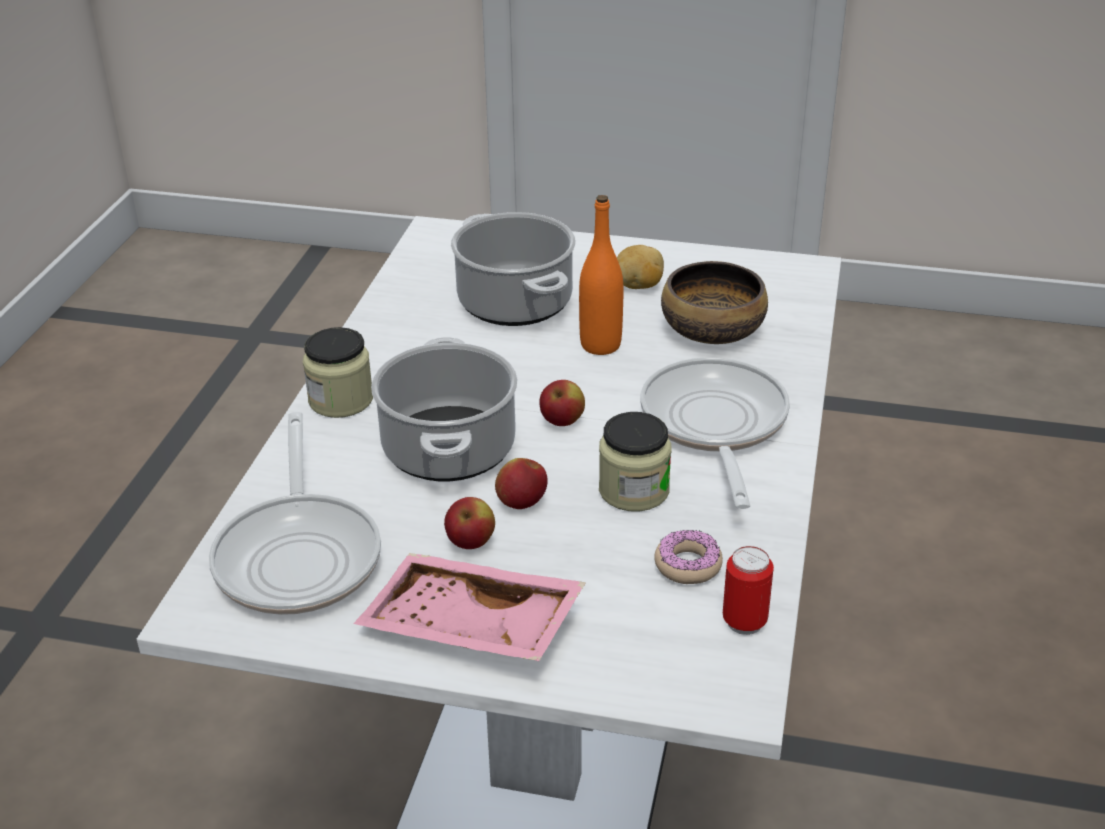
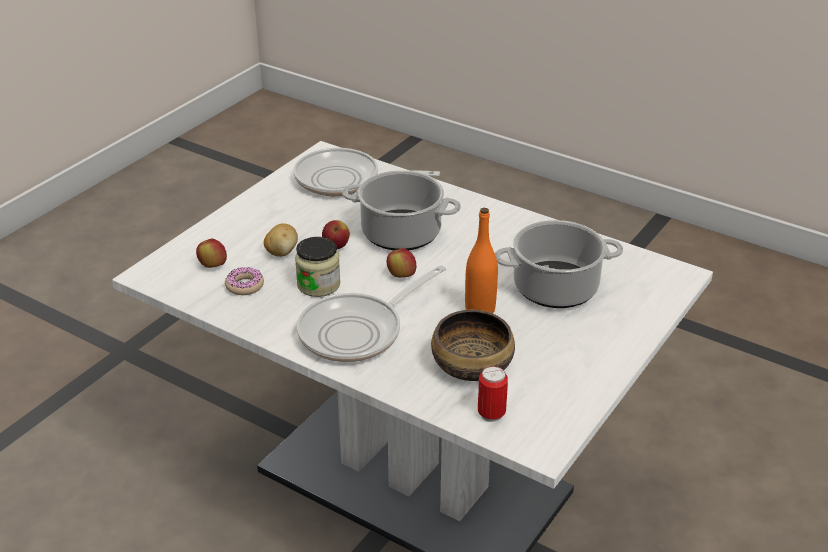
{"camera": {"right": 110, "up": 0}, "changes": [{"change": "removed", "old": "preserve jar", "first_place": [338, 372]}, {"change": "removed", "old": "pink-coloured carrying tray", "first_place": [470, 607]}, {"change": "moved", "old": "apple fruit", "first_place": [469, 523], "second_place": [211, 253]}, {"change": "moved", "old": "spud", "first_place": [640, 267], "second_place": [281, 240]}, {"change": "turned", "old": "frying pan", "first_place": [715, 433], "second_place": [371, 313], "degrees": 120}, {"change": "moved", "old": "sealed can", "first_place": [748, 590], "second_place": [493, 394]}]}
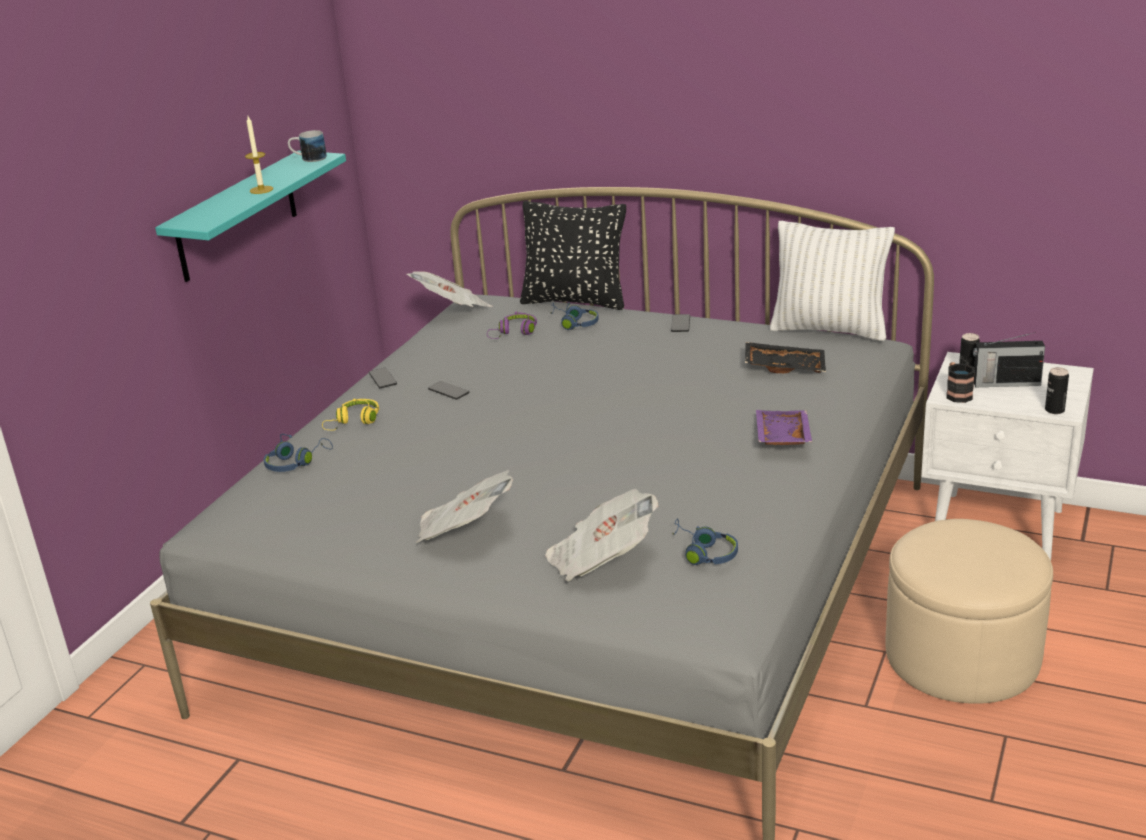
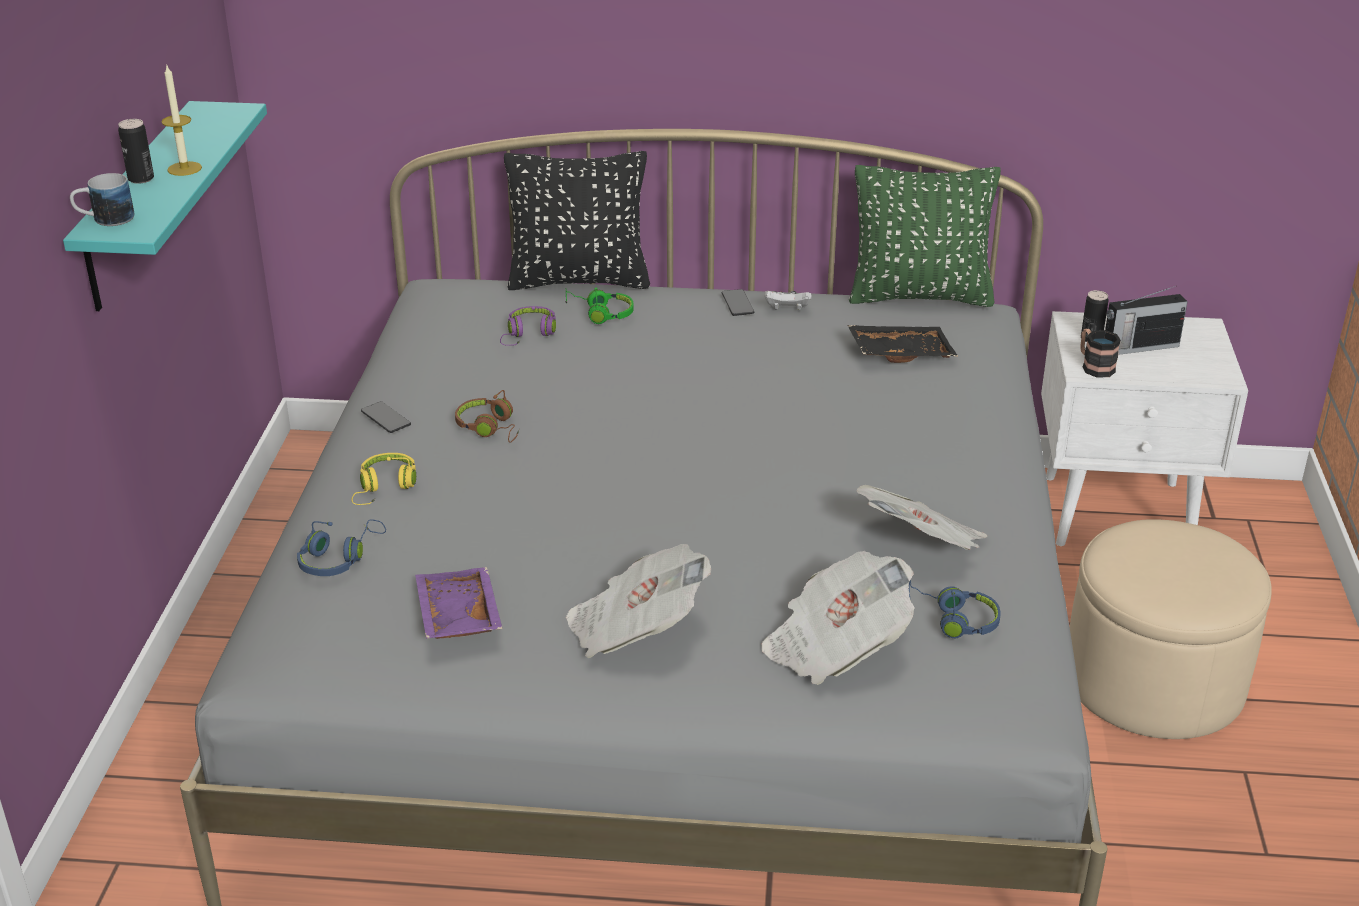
{"camera": {"right": -20, "up": 5}, "changes": [{"change": "moved", "old": "coffee mug", "first_place": [307, 146], "second_place": [102, 199]}, {"change": "moved", "old": "printed paper", "first_place": [450, 289], "second_place": [922, 517]}, {"change": "replaced", "old": "telephone", "new": "brown pair of headphones", "first_place": [449, 390], "second_place": [487, 416]}, {"change": "recoloured", "old": "blue pair of headphones", "new": "greenish pair of headphones", "first_place": [574, 316], "second_place": [600, 306]}, {"change": "moved", "old": "purple-coloured carrying tray", "first_place": [784, 427], "second_place": [459, 603]}, {"change": "recoloured", "old": "white cushion", "new": "greenish cushion", "first_place": [832, 281], "second_place": [925, 236]}, {"change": "moved", "old": "sealed can", "first_place": [1057, 390], "second_place": [136, 151]}, {"change": "added", "new": "white gamepad", "second_place": [788, 300]}]}
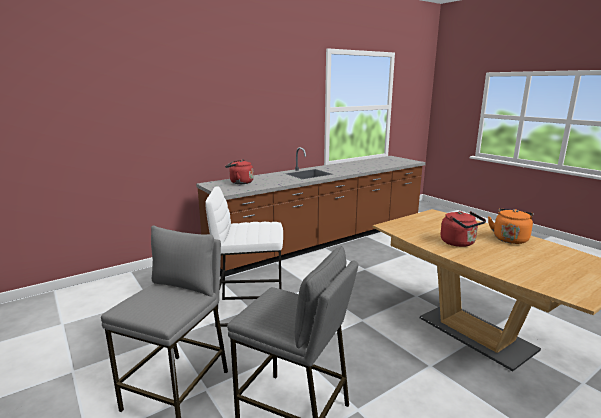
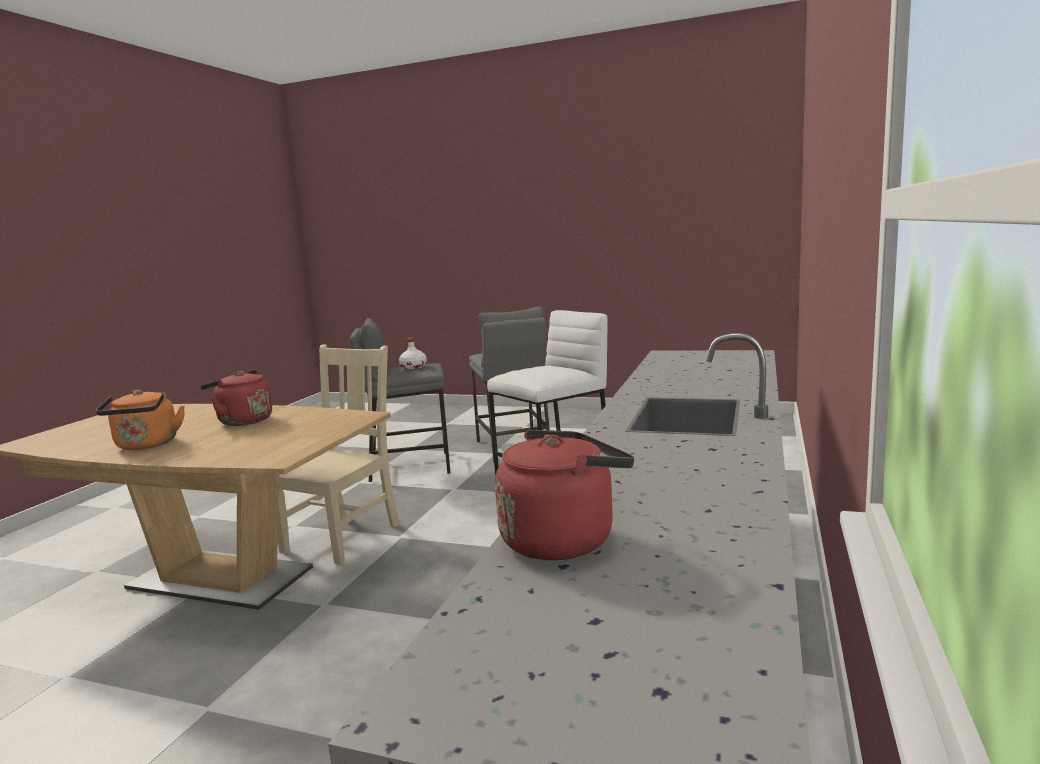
{"camera": {"right": 145, "up": -5}, "changes": [{"change": "moved", "old": "red kettle", "first_place": [239, 171], "second_place": [564, 495]}, {"change": "added", "new": "beige plain chair", "second_place": [339, 454]}, {"change": "added", "new": "white drink bottle", "second_place": [413, 353]}]}
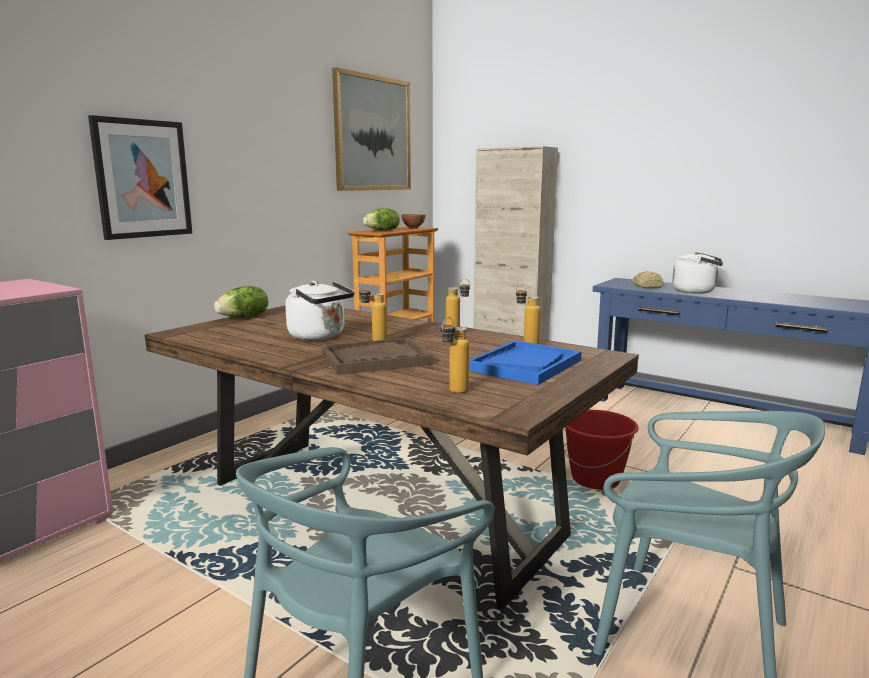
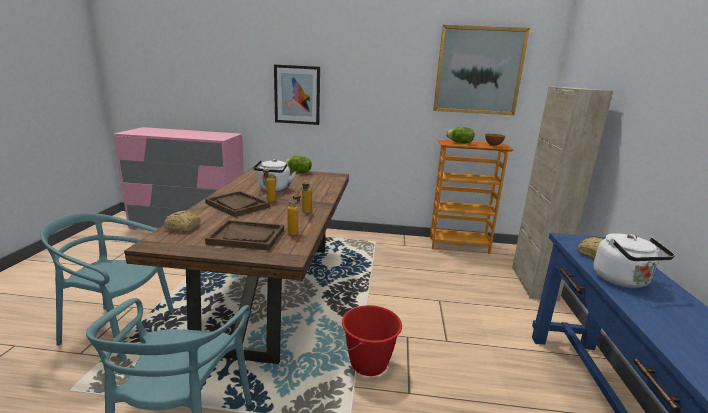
{"camera": {"right": 60, "up": 5}, "changes": [{"change": "replaced", "old": "drink bottle", "new": "bakery bread", "first_place": [455, 355], "second_place": [182, 221]}, {"change": "recoloured", "old": "blue carrying tray", "new": "brown carrying tray", "first_place": [525, 363], "second_place": [244, 235]}]}
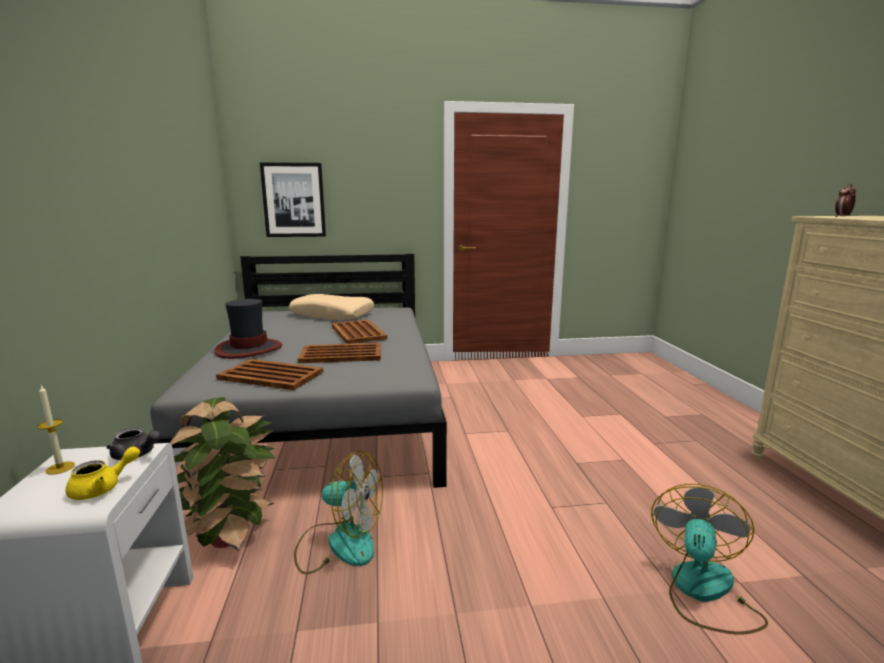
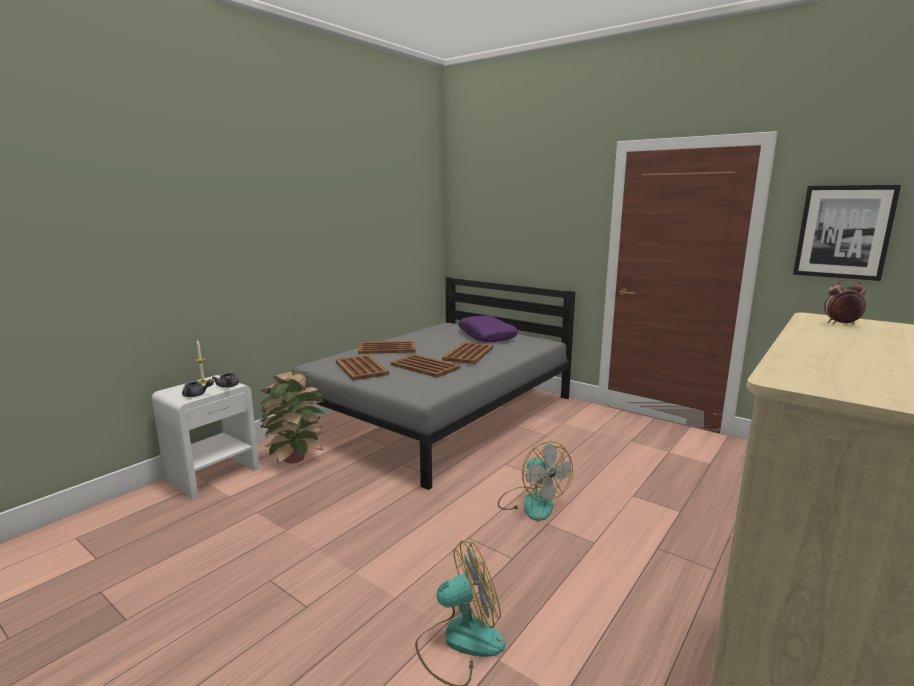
{"camera": {"right": 45, "up": 0}, "changes": [{"change": "recoloured", "old": "yellow pot for tea", "new": "gray pot for tea", "first_place": [103, 473], "second_place": [198, 388]}, {"change": "replaced", "old": "wearable hat", "new": "brown carrying tray", "first_place": [248, 329], "second_place": [387, 347]}, {"change": "moved", "old": "wall picture", "first_place": [293, 199], "second_place": [847, 233]}, {"change": "recoloured", "old": "beige cushion", "new": "purple-coloured cushion", "first_place": [331, 307], "second_place": [488, 329]}, {"change": "moved", "old": "fan", "first_place": [338, 512], "second_place": [535, 481]}]}
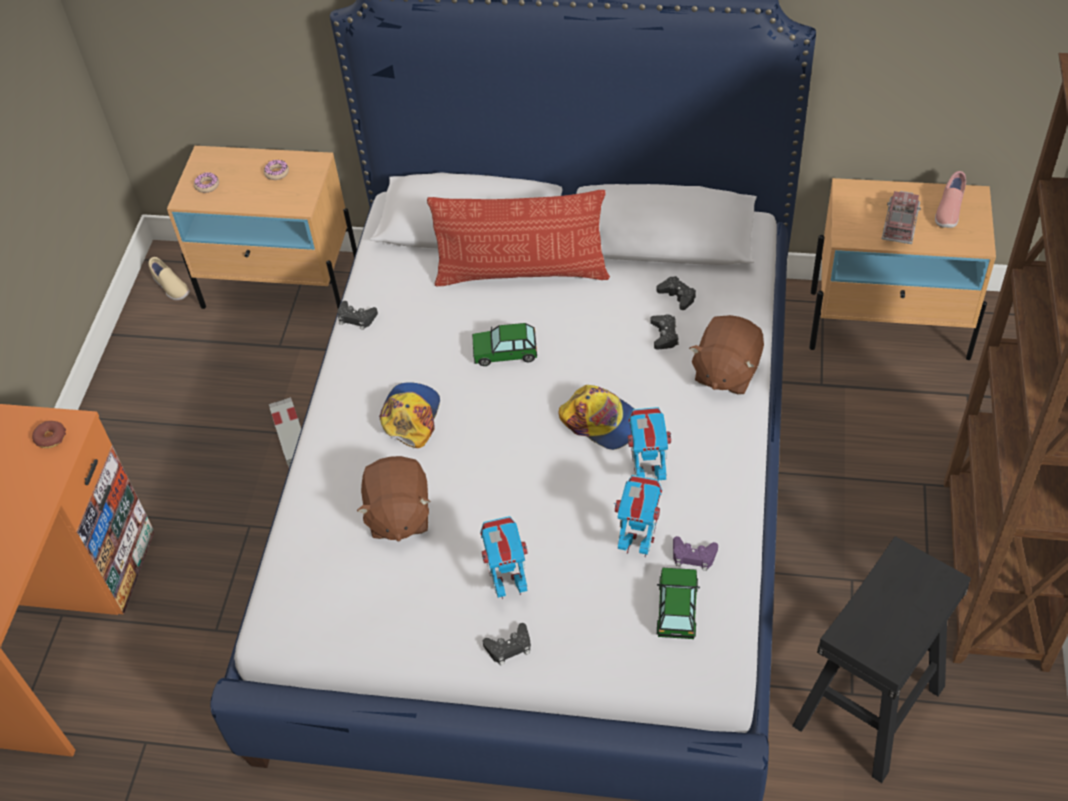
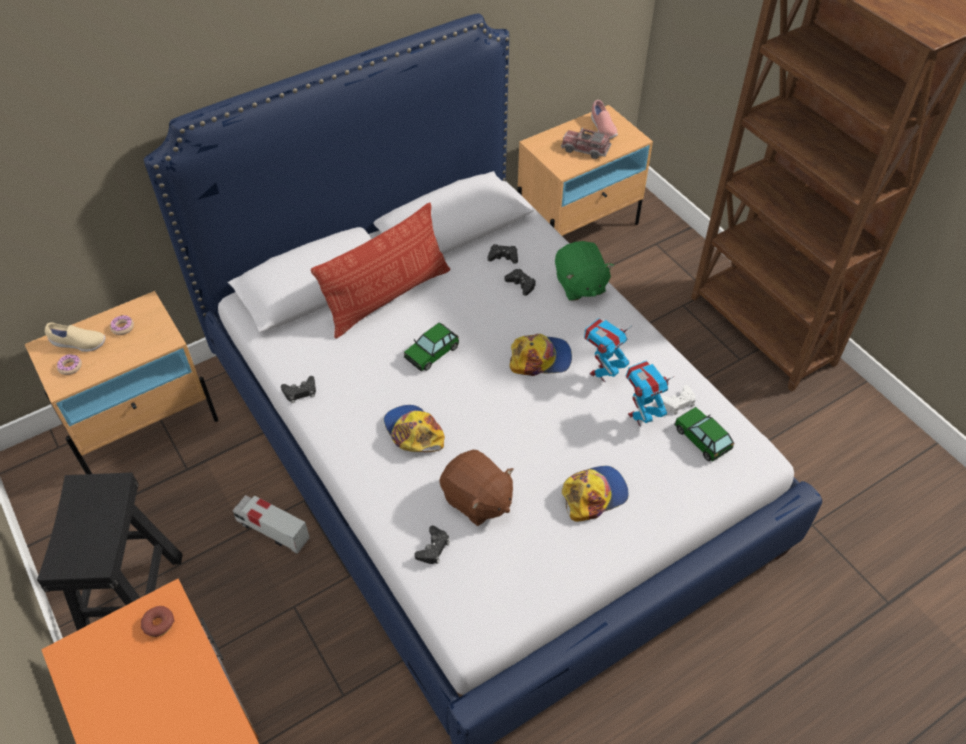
{"camera": {"right": -45, "up": 0}, "changes": [{"change": "moved", "old": "beige shoe", "first_place": [169, 278], "second_place": [75, 337]}, {"change": "replaced", "old": "model robot", "new": "baseball cap", "first_place": [504, 557], "second_place": [595, 494]}, {"change": "moved", "old": "black-coloured gamepad", "first_place": [507, 644], "second_place": [432, 545]}, {"change": "recoloured", "old": "purple-coloured gamepad", "new": "white gamepad", "first_place": [695, 553], "second_place": [678, 400]}, {"change": "recoloured", "old": "brown cuddly toy", "new": "greenish cuddly toy", "first_place": [726, 355], "second_place": [584, 271]}, {"change": "moved", "old": "black-coloured stool seat", "first_place": [881, 659], "second_place": [110, 552]}, {"change": "turned", "old": "toy truck", "first_place": [901, 217], "second_place": [586, 143], "degrees": -45}]}
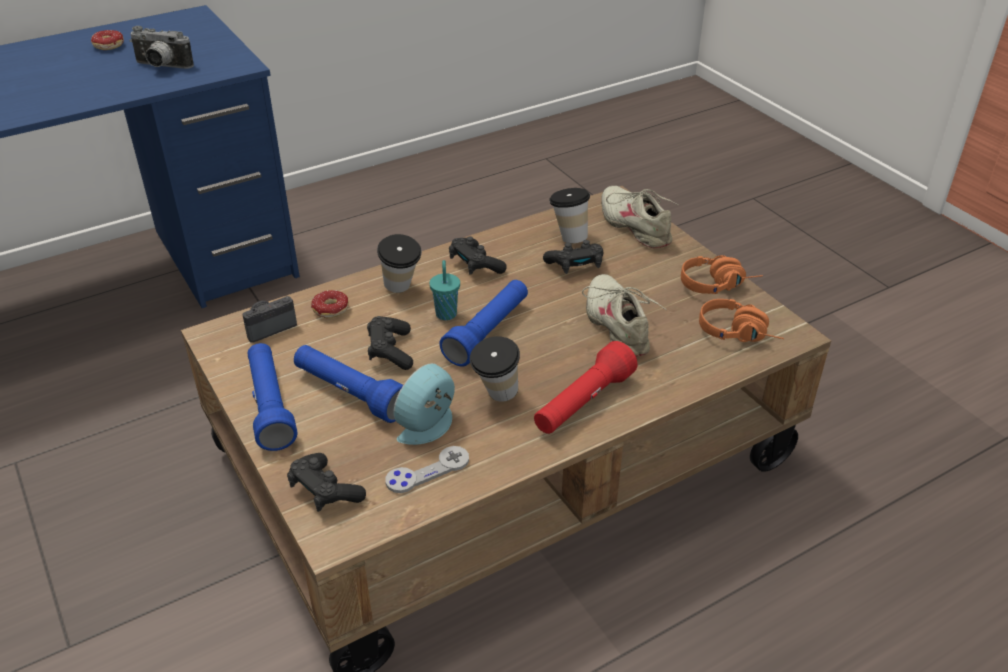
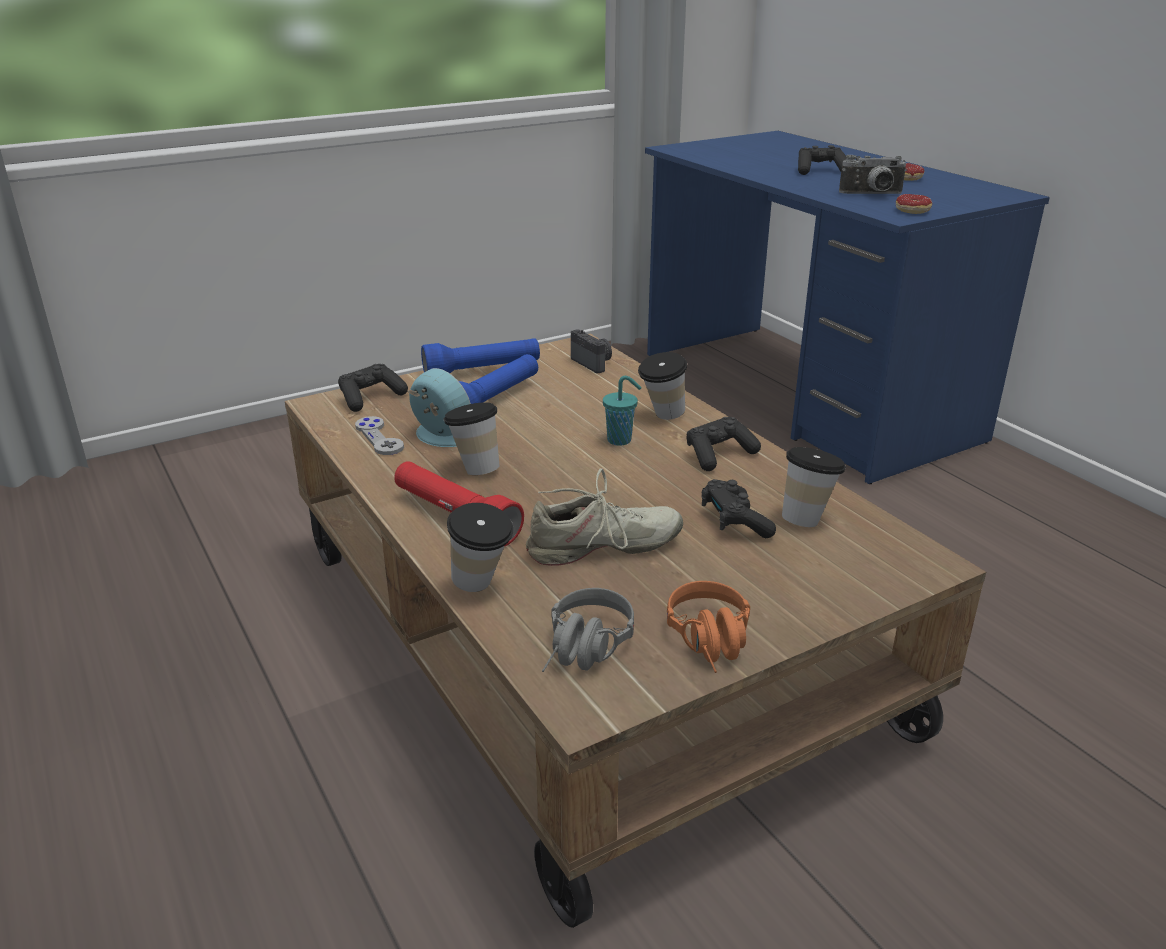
{"camera": {"right": 90, "up": -10}, "changes": [{"change": "turned", "old": "still camera", "first_place": [162, 47], "second_place": [873, 174], "degrees": -105}, {"change": "moved", "old": "ring doughnut", "first_place": [330, 304], "second_place": [914, 204]}, {"change": "moved", "old": "black-coloured gamepad", "first_place": [390, 343], "second_place": [822, 160]}, {"change": "removed", "old": "blue torch", "first_place": [483, 323]}, {"change": "removed", "old": "beige shoe", "first_place": [639, 217]}, {"change": "recoloured", "old": "orange pair of headphones", "new": "gray pair of headphones", "first_place": [741, 320], "second_place": [588, 630]}, {"change": "added", "new": "drinking cup", "second_place": [480, 547]}]}
